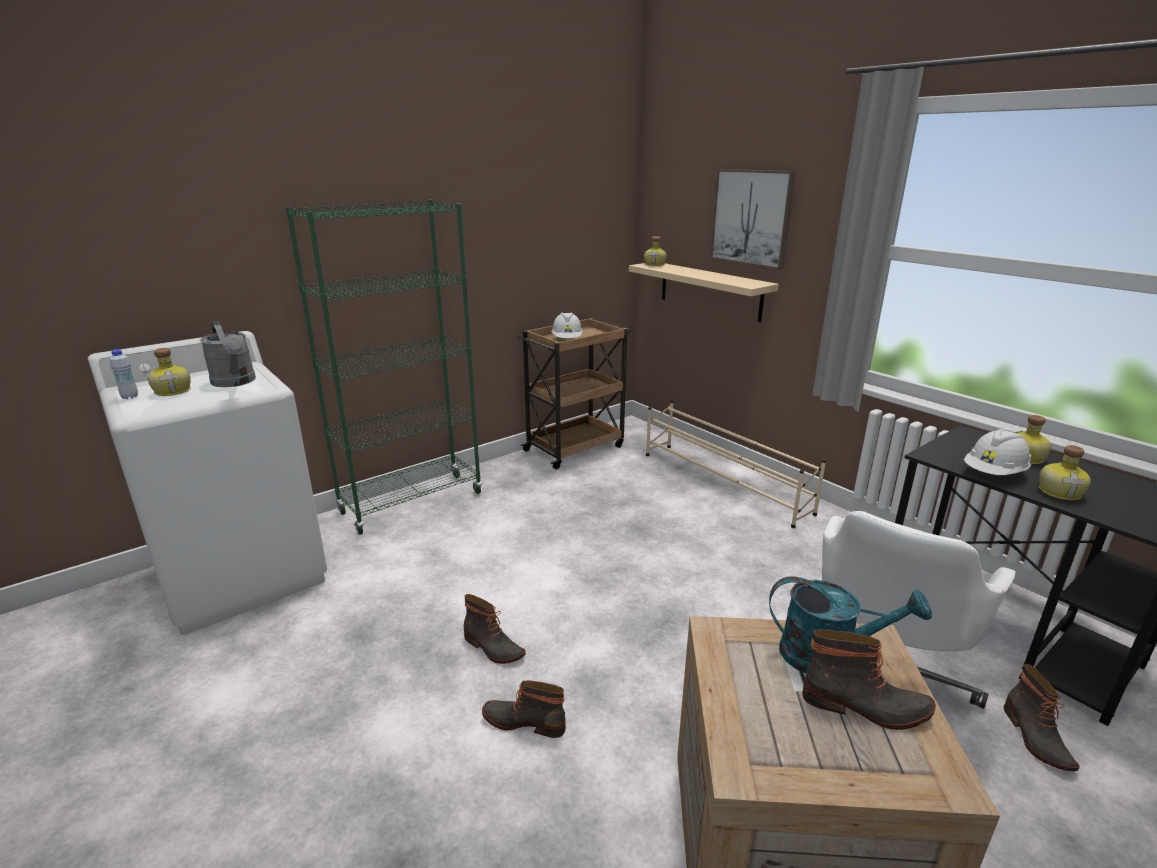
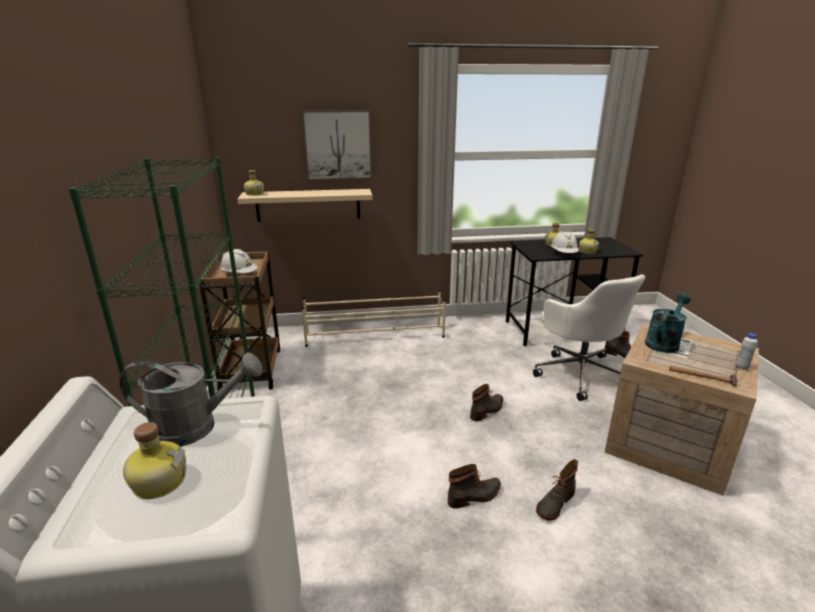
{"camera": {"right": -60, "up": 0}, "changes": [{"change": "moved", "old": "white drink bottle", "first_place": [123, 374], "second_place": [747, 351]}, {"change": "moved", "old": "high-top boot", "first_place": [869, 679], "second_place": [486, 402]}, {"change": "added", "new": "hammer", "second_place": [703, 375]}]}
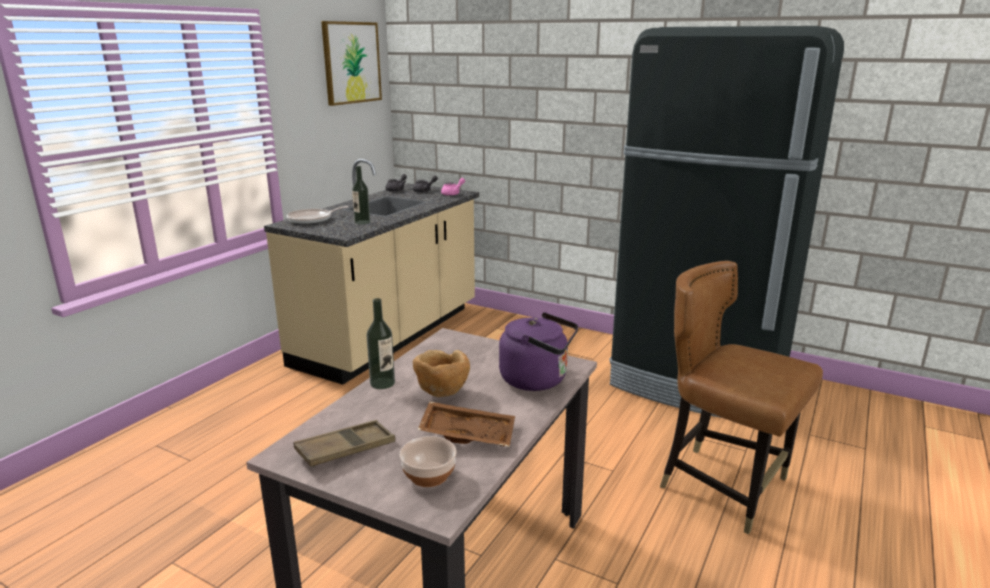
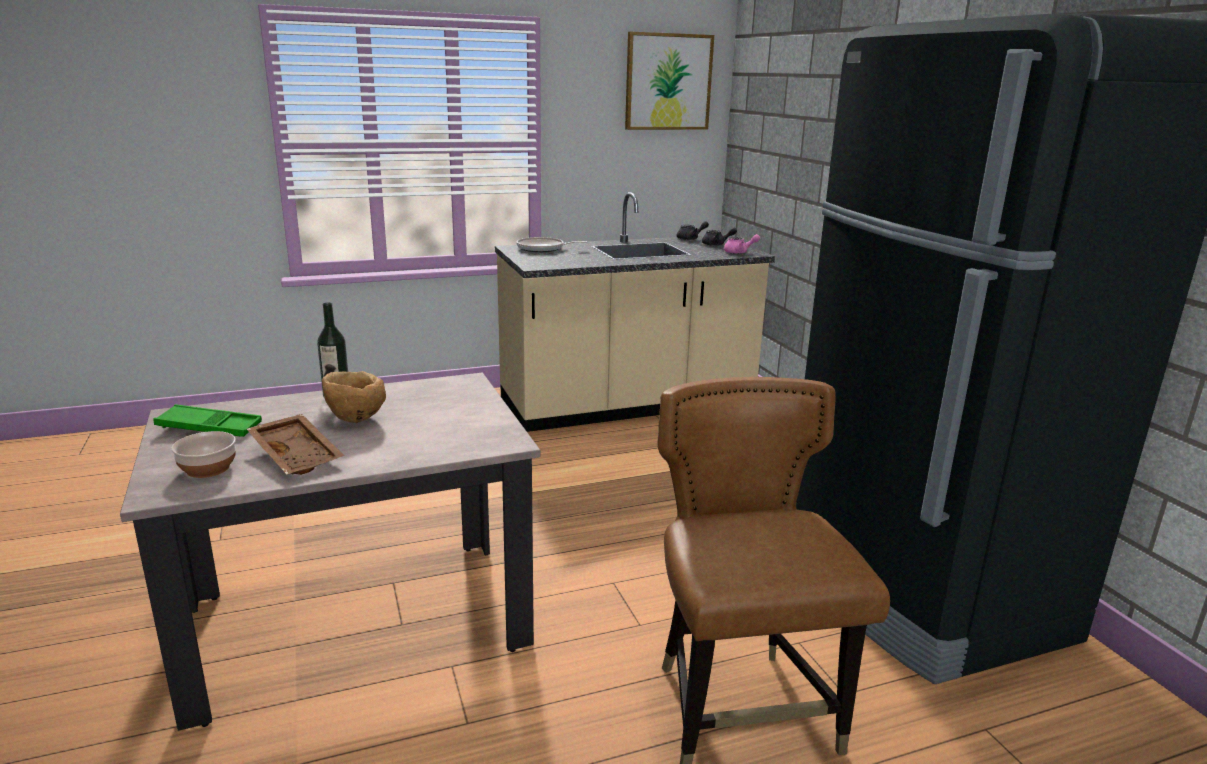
{"camera": {"right": 40, "up": 0}, "changes": [{"change": "recoloured", "old": "brown carrying tray", "new": "greenish carrying tray", "first_place": [344, 443], "second_place": [208, 420]}, {"change": "removed", "old": "drink bottle", "first_place": [361, 195]}, {"change": "removed", "old": "purple-coloured kettle", "first_place": [538, 351]}]}
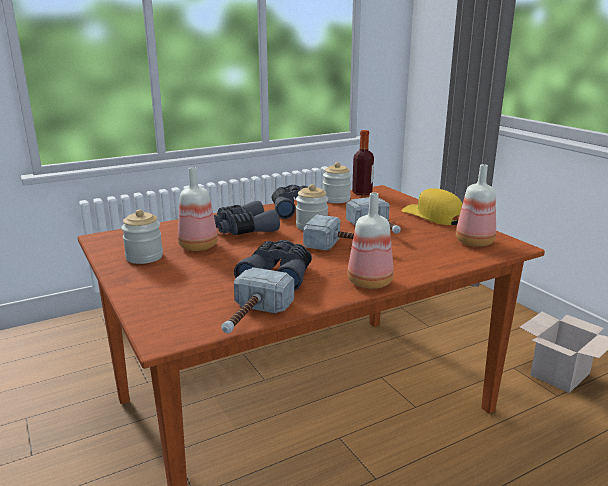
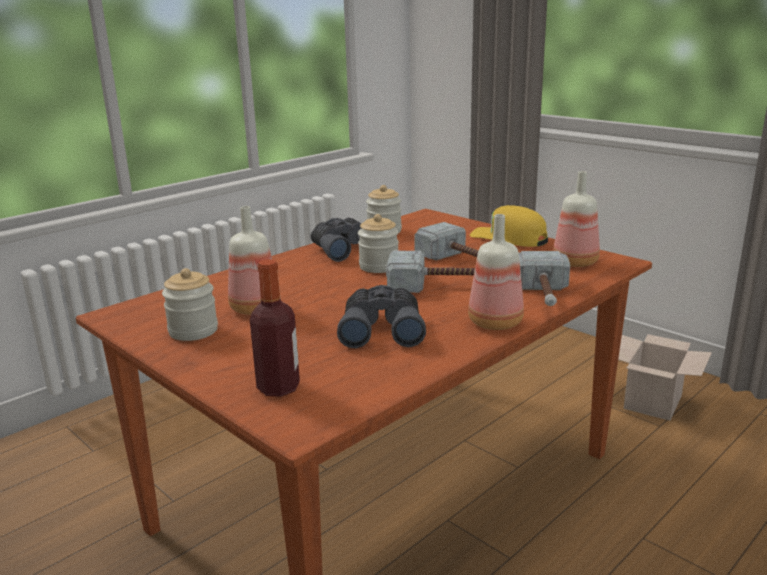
{"camera": {"right": -15, "up": 0}, "changes": [{"change": "removed", "old": "gray binoculars", "first_place": [247, 218]}, {"change": "moved", "old": "hammer", "first_place": [257, 300], "second_place": [544, 278]}, {"change": "moved", "old": "drink bottle", "first_place": [363, 162], "second_place": [275, 328]}]}
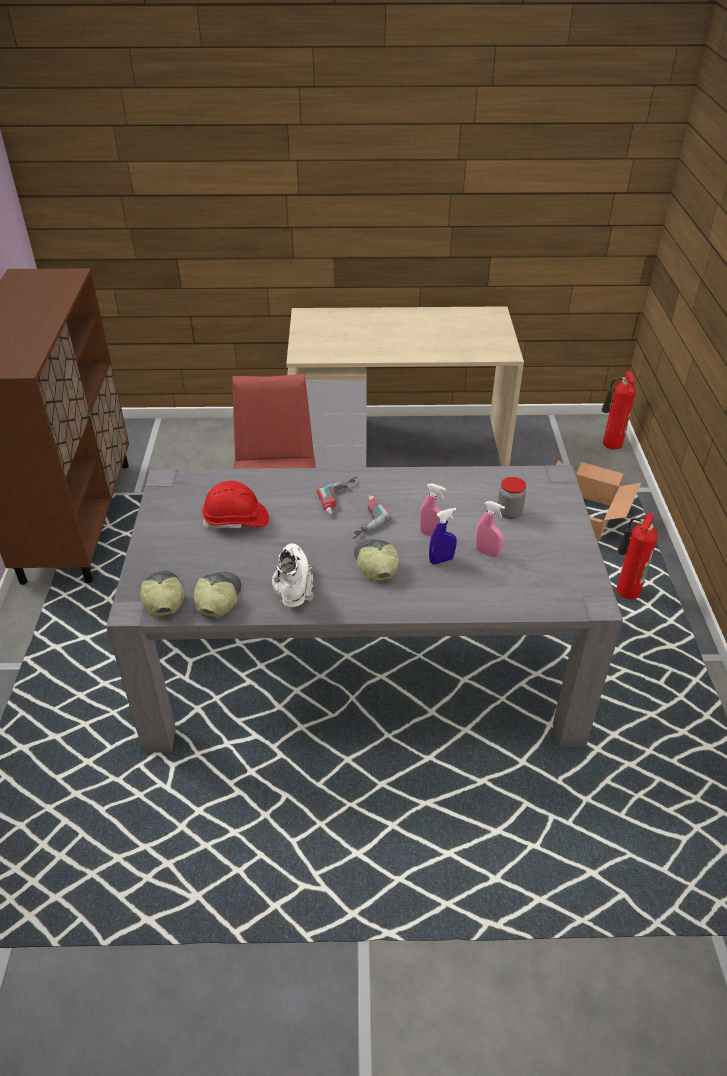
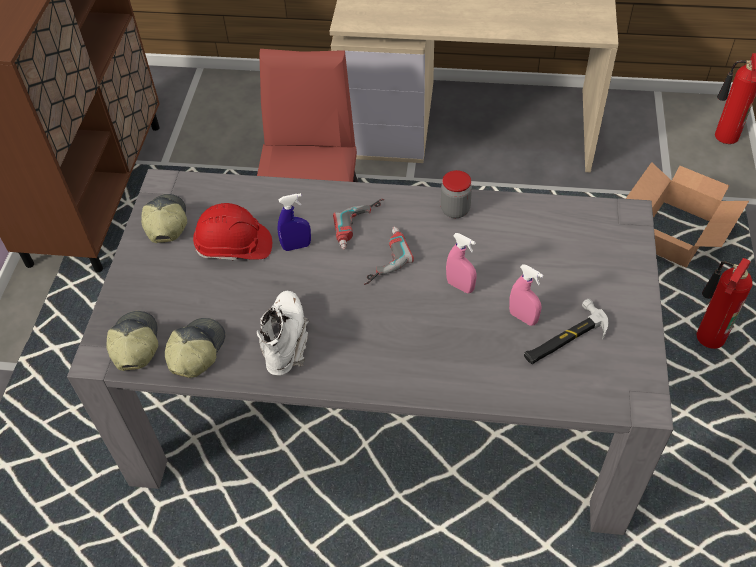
{"camera": {"right": 10, "up": 10}, "changes": [{"change": "moved", "old": "baseball cap", "first_place": [376, 560], "second_place": [164, 218]}, {"change": "moved", "old": "blue spray bottle", "first_place": [443, 536], "second_place": [294, 222]}, {"change": "moved", "old": "preserve jar", "first_place": [512, 498], "second_place": [456, 194]}, {"change": "added", "new": "hammer", "second_place": [566, 331]}]}
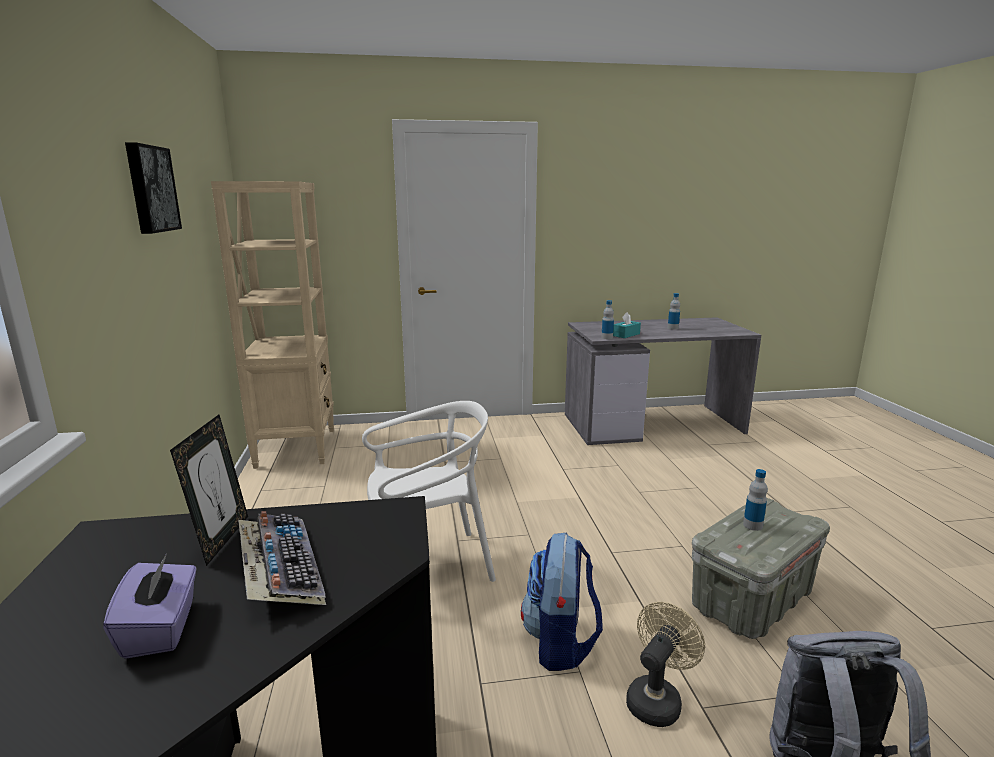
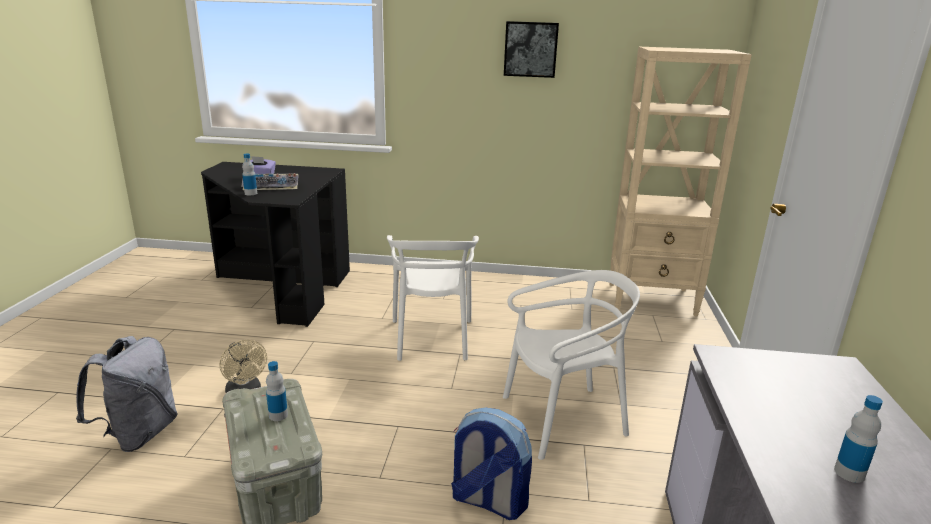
{"camera": {"right": 105, "up": 5}, "changes": [{"change": "removed", "old": "standing frame", "first_place": [209, 490]}, {"change": "moved", "old": "knapsack", "first_place": [562, 602], "second_place": [491, 463]}, {"change": "moved", "old": "drink bottle", "first_place": [607, 319], "second_place": [249, 174]}, {"change": "removed", "old": "blue-green box of tissues", "first_place": [627, 325]}, {"change": "added", "new": "white plain chair", "second_place": [571, 365]}]}
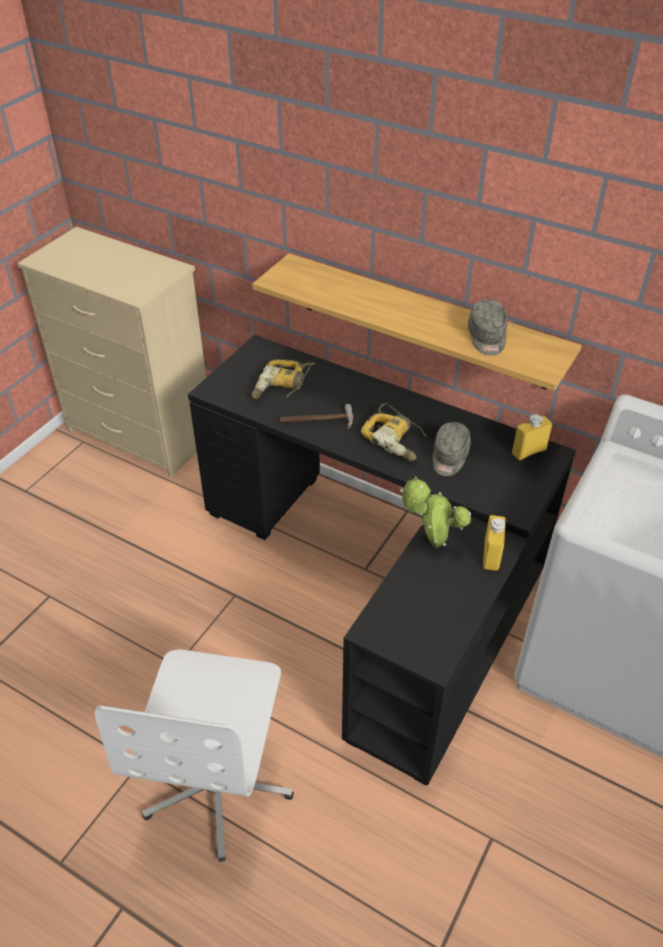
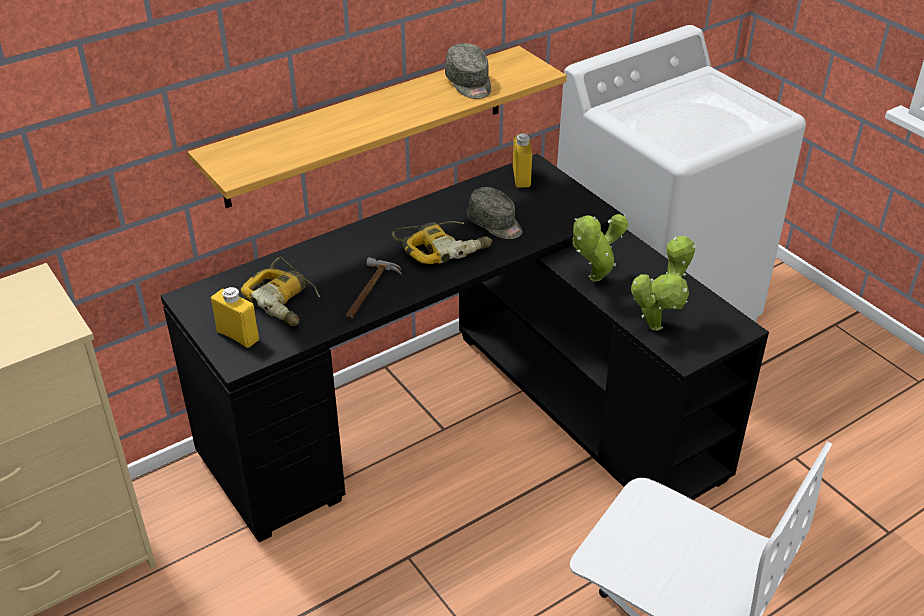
{"camera": {"right": -65, "up": -5}, "changes": [{"change": "turned", "old": "gray baseball cap", "first_place": [487, 327], "second_place": [468, 71], "degrees": 45}, {"change": "moved", "old": "yellow drink bottle", "first_place": [494, 543], "second_place": [235, 317]}, {"change": "added", "new": "potted plant", "second_place": [663, 283]}]}
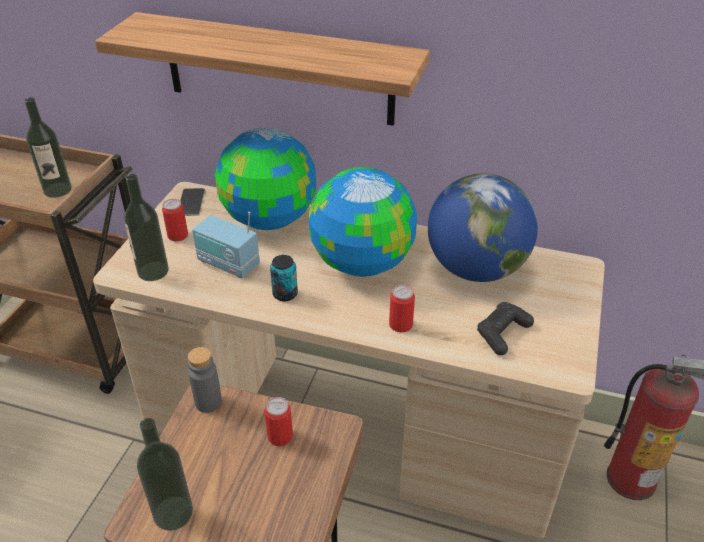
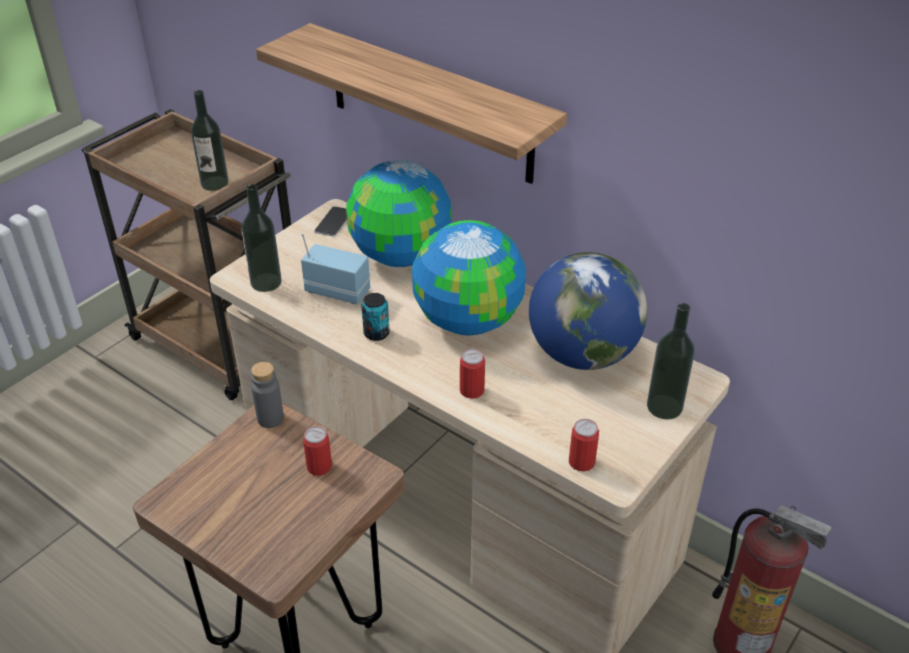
{"camera": {"right": 20, "up": 0}, "changes": [{"change": "moved", "old": "drink bottle", "first_place": [165, 474], "second_place": [671, 361]}, {"change": "moved", "old": "sealed can", "first_place": [175, 220], "second_place": [584, 445]}, {"change": "turned", "old": "radio", "first_place": [226, 245], "second_place": [335, 268], "degrees": 150}, {"change": "removed", "old": "black-coloured gamepad", "first_place": [505, 328]}]}
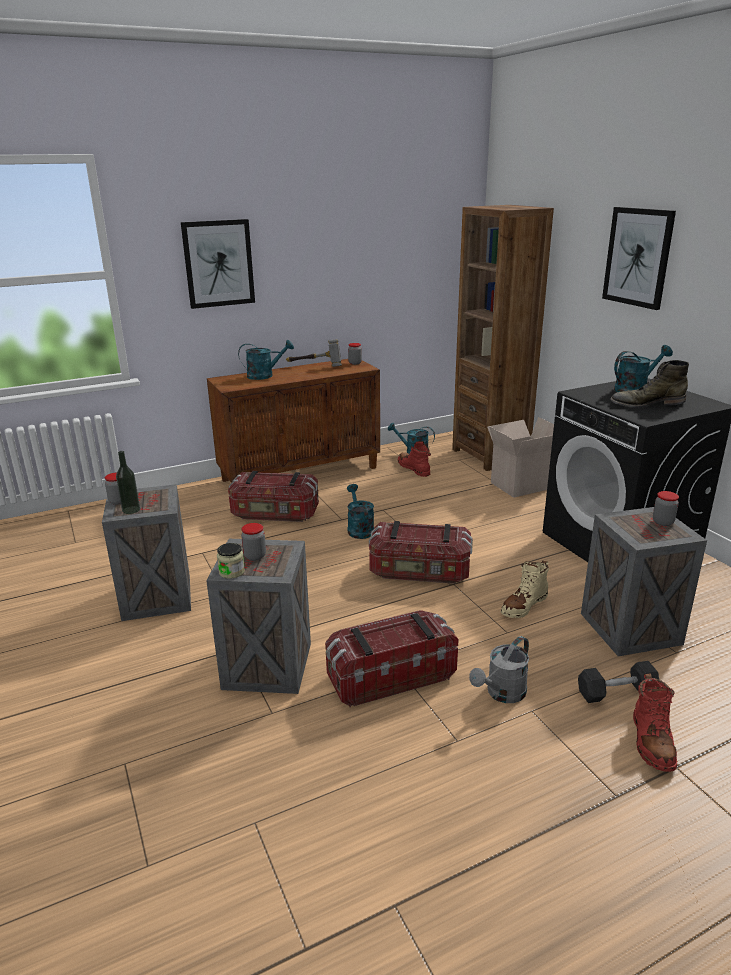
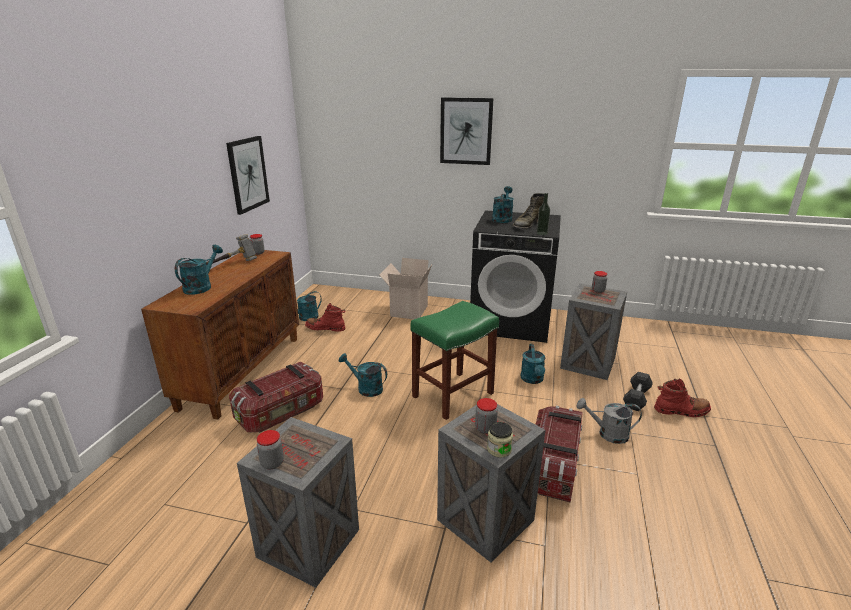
{"camera": {"right": -50, "up": 0}, "changes": [{"change": "moved", "old": "drink bottle", "first_place": [128, 482], "second_place": [543, 214]}, {"change": "moved", "old": "wall picture", "first_place": [218, 264], "second_place": [248, 175]}, {"change": "replaced", "old": "storage box", "new": "greenish stool seat", "first_place": [421, 552], "second_place": [454, 360]}, {"change": "removed", "old": "brown bookshelf", "first_place": [503, 338]}, {"change": "turned", "old": "gray watering pot", "first_place": [499, 669], "second_place": [609, 421], "degrees": 105}, {"change": "replaced", "old": "beige high-top boot", "new": "blue-green watering pot", "first_place": [525, 589], "second_place": [532, 364]}, {"change": "turned", "old": "red high-top boot", "first_place": [655, 722], "second_place": [682, 397], "degrees": -45}]}
